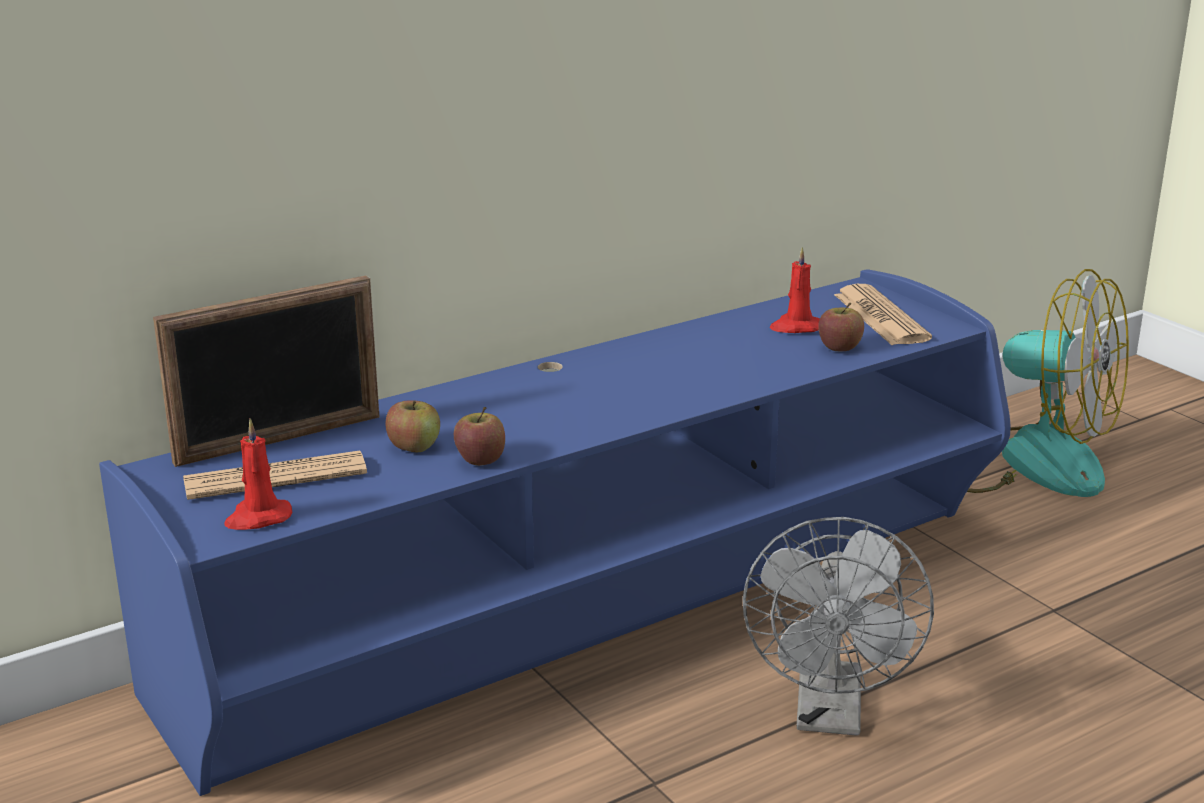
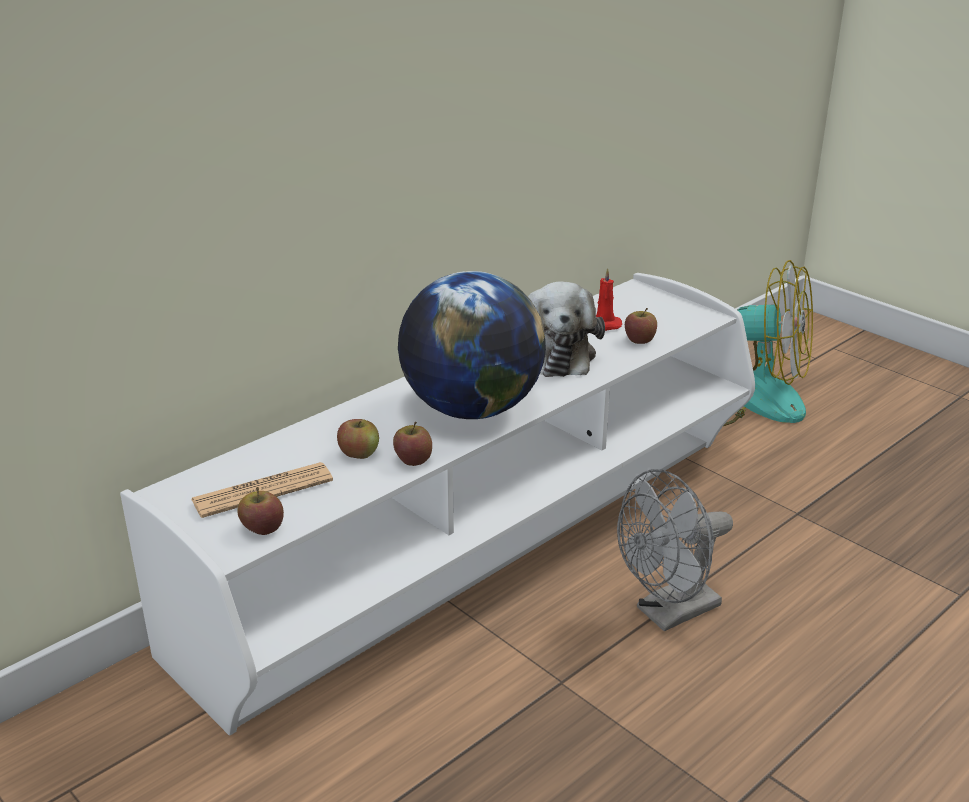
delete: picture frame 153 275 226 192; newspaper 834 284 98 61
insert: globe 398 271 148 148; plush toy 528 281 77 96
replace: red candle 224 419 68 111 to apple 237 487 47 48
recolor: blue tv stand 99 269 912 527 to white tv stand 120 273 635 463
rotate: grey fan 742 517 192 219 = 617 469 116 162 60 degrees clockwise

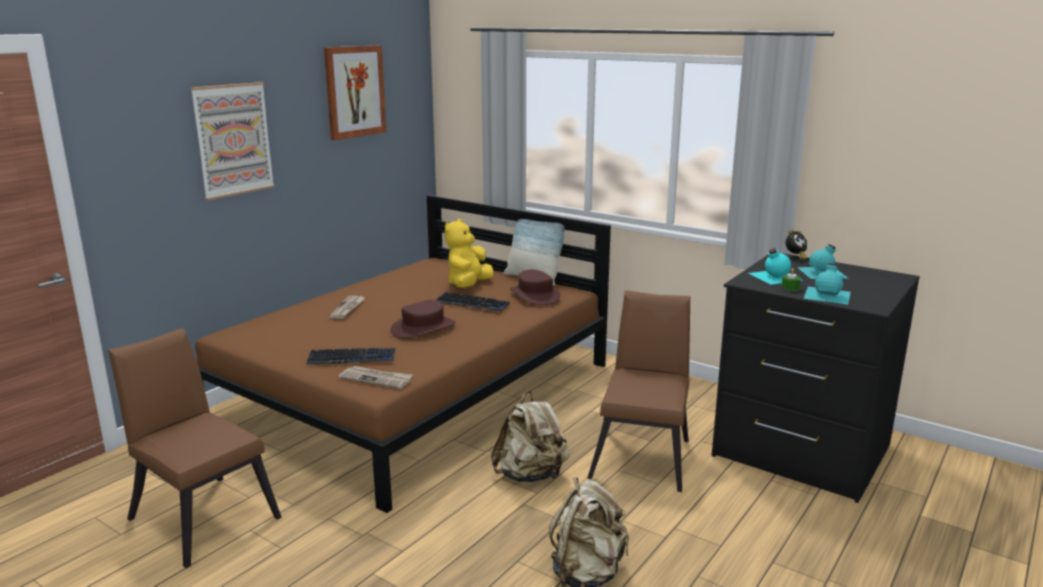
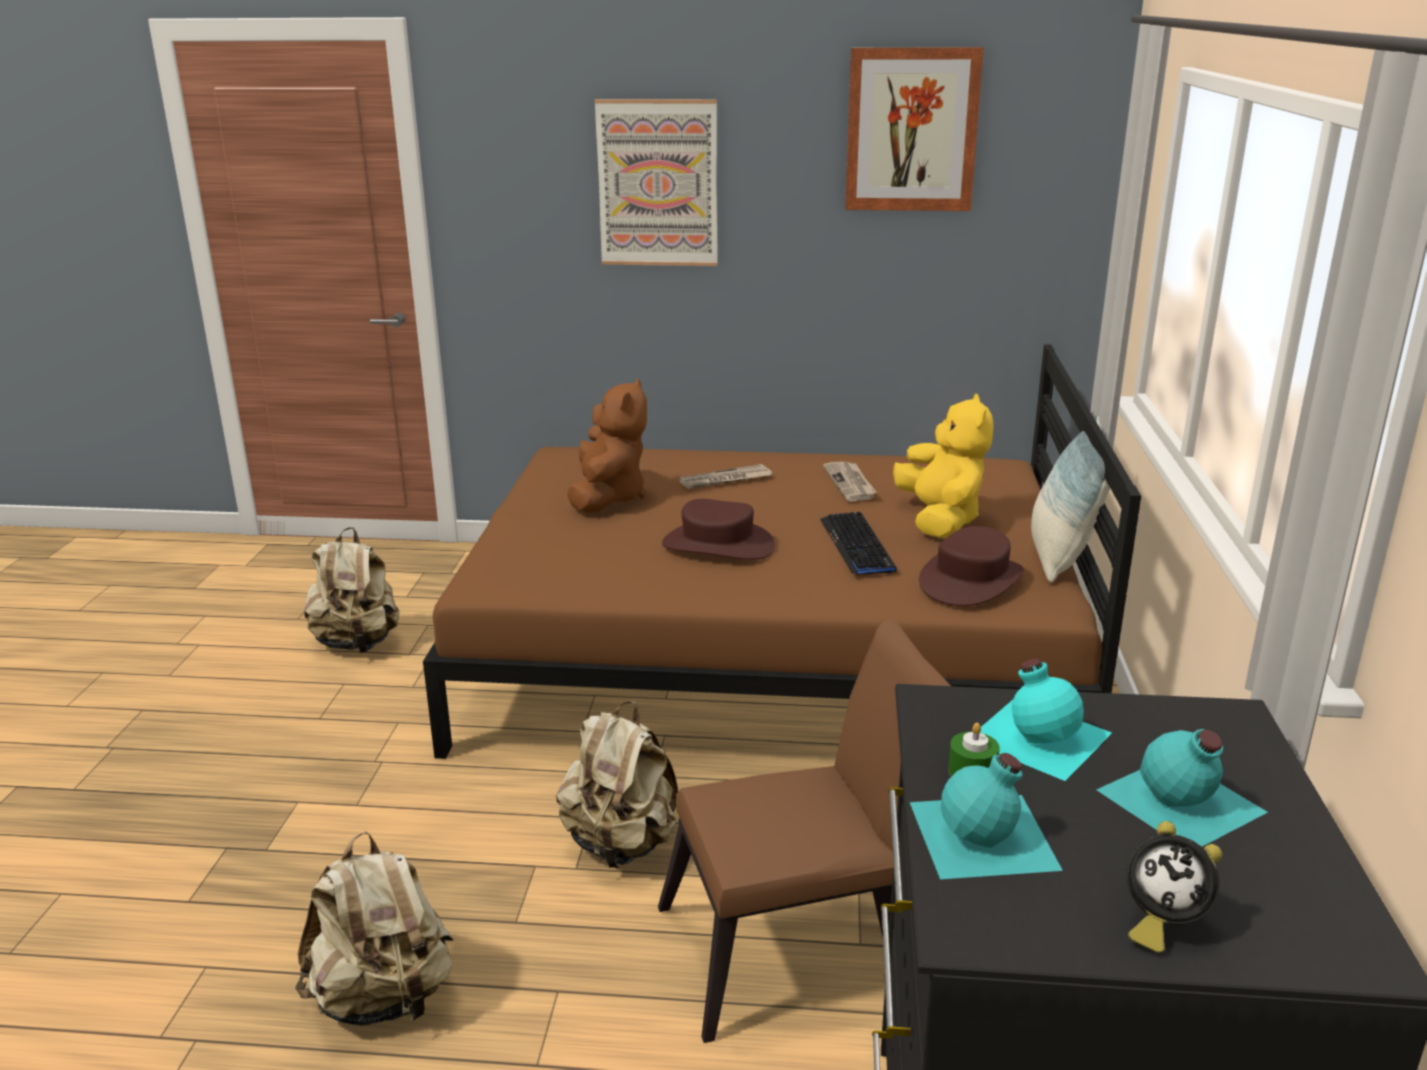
delete: keyboard 306 348 89 17
insert: brown plush toy 567 378 80 135
move: alarm clock 786 229 21 31 to 1127 821 95 132; newspaper 339 366 74 23 to 823 462 53 39
replace: brown chair 108 328 174 240 to beige backpack 304 527 95 126
rotate: yellow plush toy 445 219 49 69 = 893 394 101 145 90 degrees clockwise

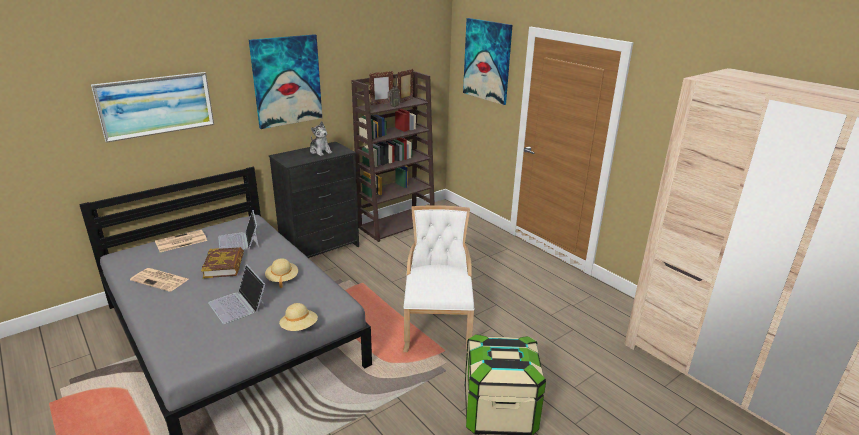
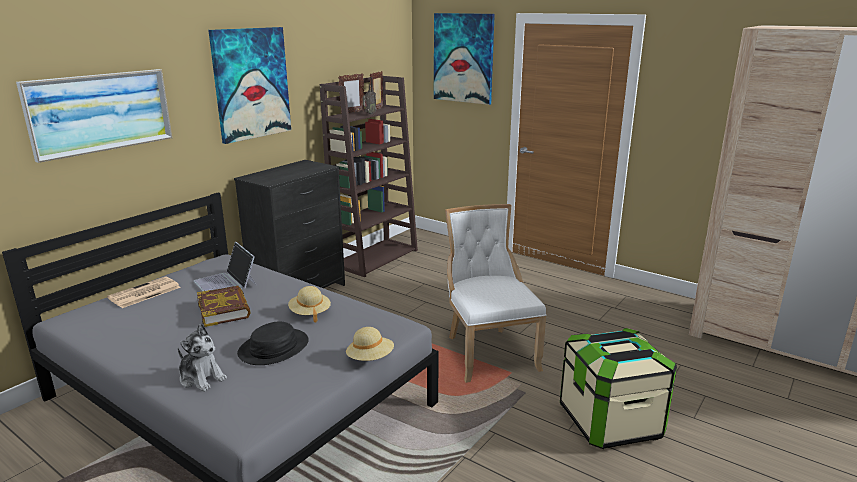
delete: newspaper 130 268 59 24
move: plush toy 310 121 22 35 to 178 324 49 68
replace: laptop 208 264 59 60 to black hat 237 322 72 43

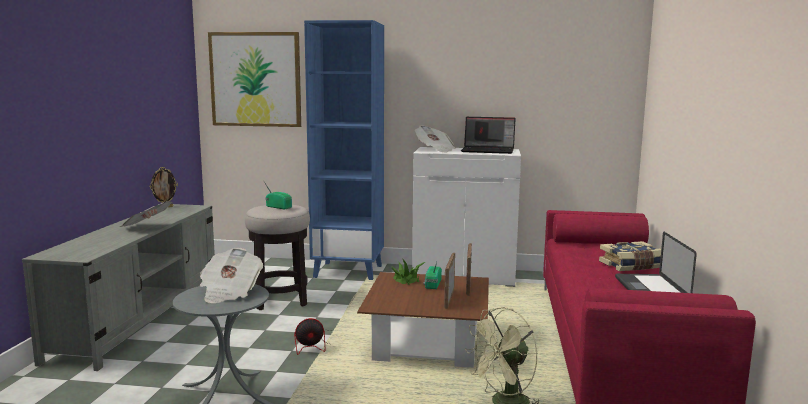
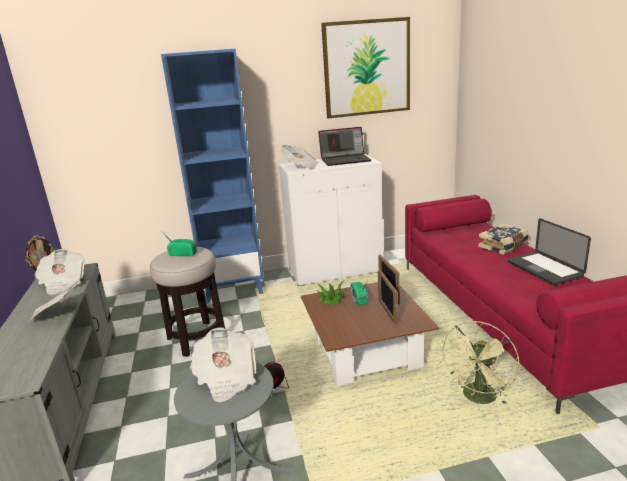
insert: newspaper 35 249 50 46
move: picture 208 32 93 95 to 321 17 89 101

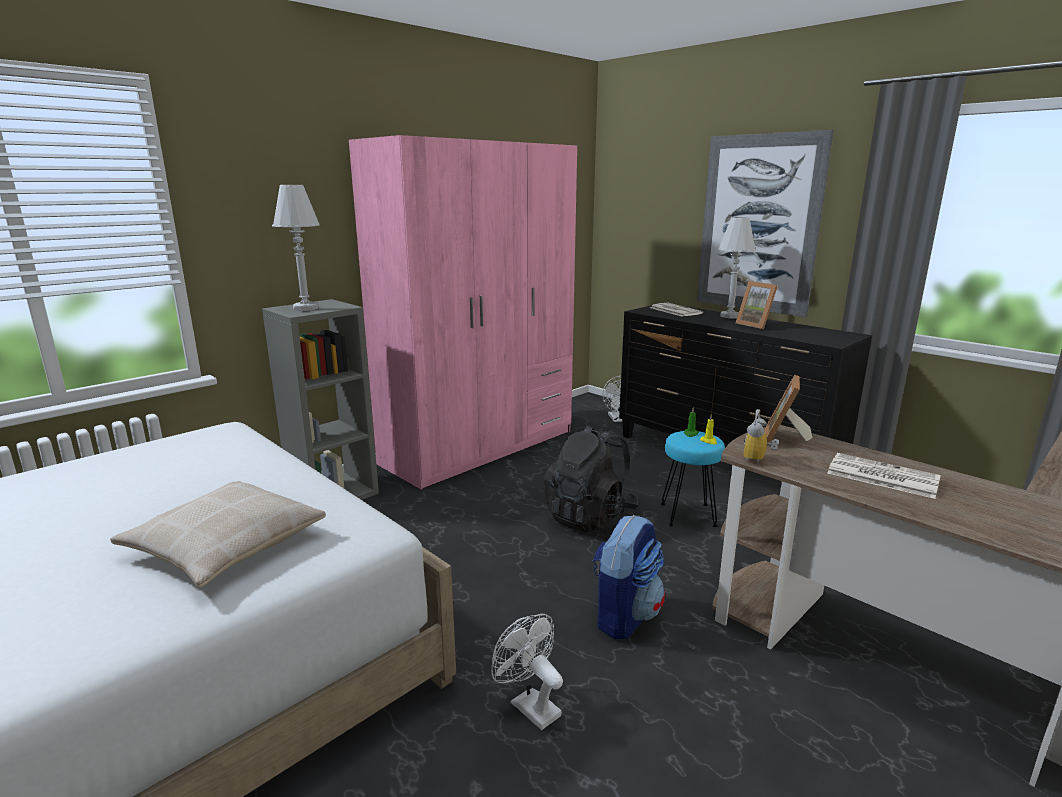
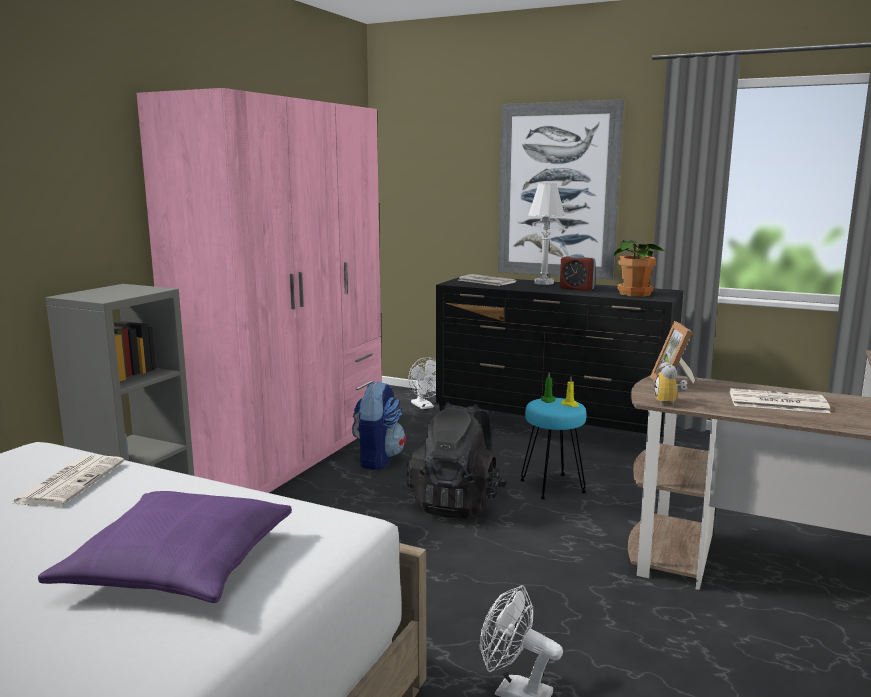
delete: white table lamp 272 185 48 126
insert: potted plant 614 240 51 57; newspaper 10 455 115 52
move: backpack 593 515 72 124 to 352 381 54 89
replace: picture frame 736 281 42 48 to alarm clock 560 254 36 37
recolor: beige pillow 110 481 216 106 to purple pillow 38 491 254 112

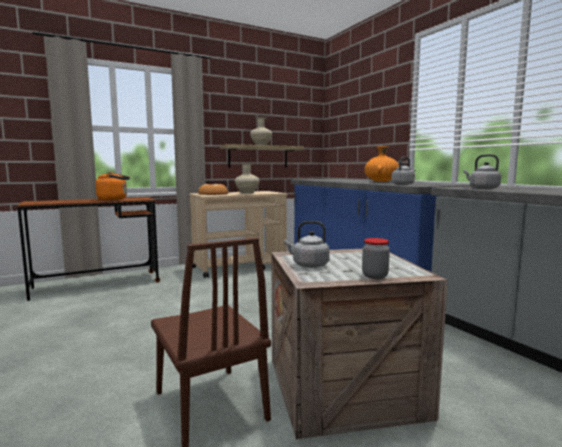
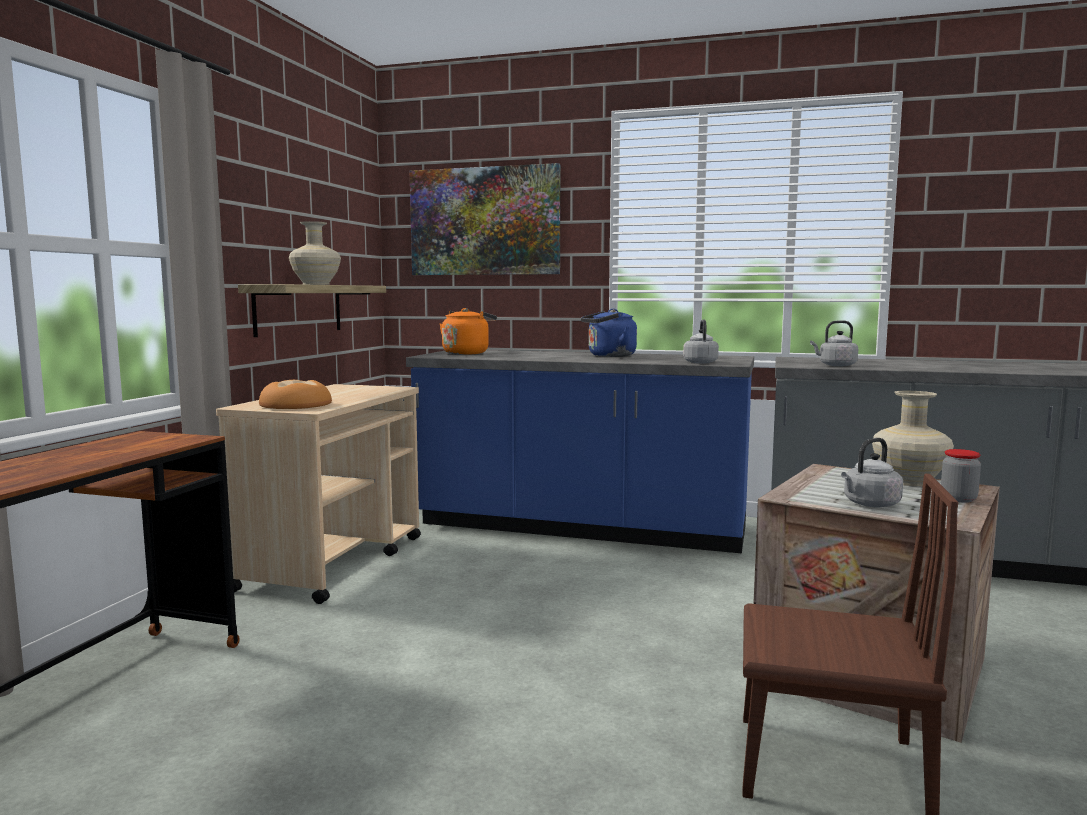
insert: picture 410 163 150 112
move: beige vase 235 163 25 31 to 872 391 82 95; orange kettle 95 172 35 28 to 440 308 57 47
replace: orange vase 365 146 34 36 to blue kettle 581 309 56 48

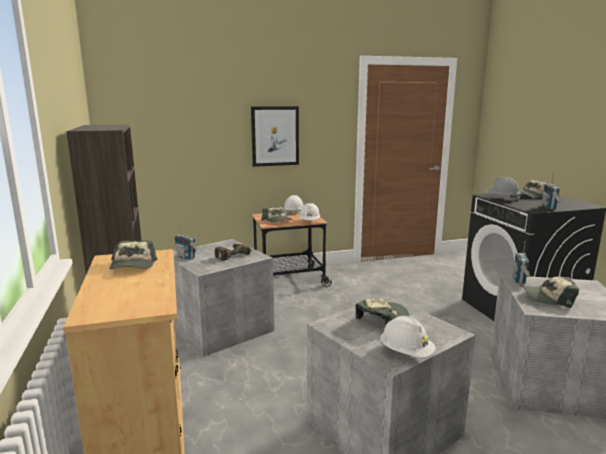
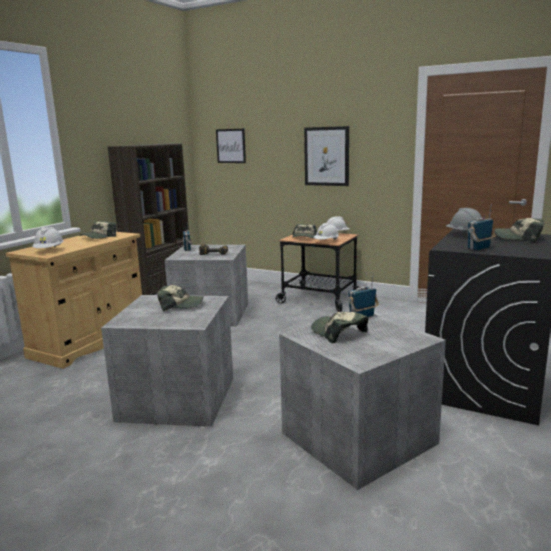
insert: picture 216 129 30 34
move: white hard hat 380 316 55 42 to 32 227 32 21

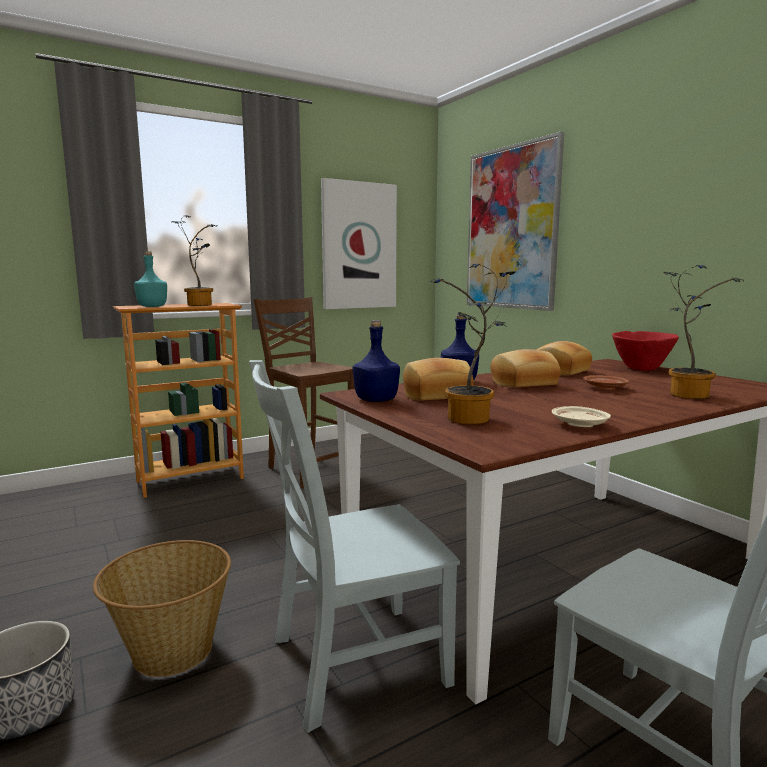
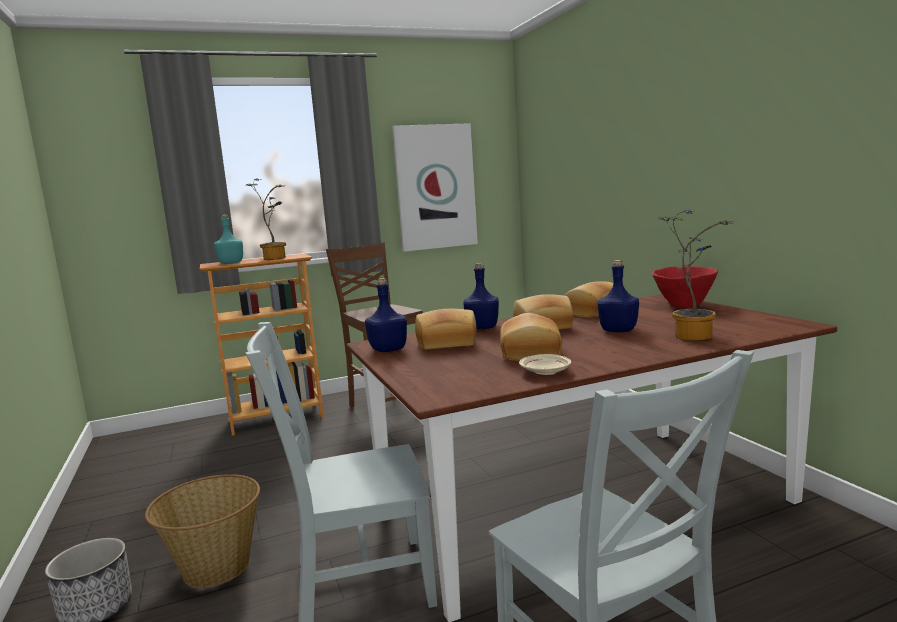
delete: picture 467 132 97 179; potted plant 429 263 87 161
insert: bread 500 313 62 48
replace: brown plate 583 375 46 15 to blue bottle 598 260 41 72

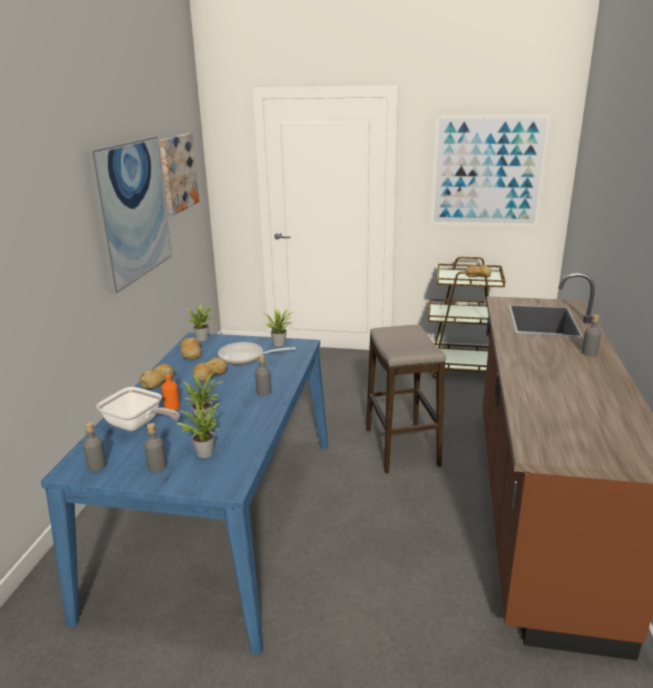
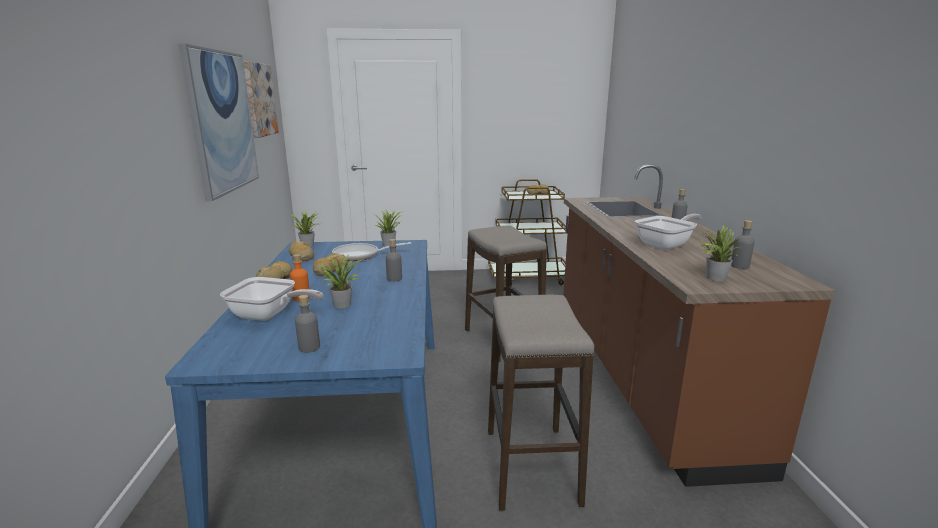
delete: picture 430 114 122 113
insert: frying pan 635 214 67 36; stool 488 295 106 216
move: potted plant 176 402 44 56 to 700 225 43 57; grey bottle 83 422 24 49 to 731 220 24 49

